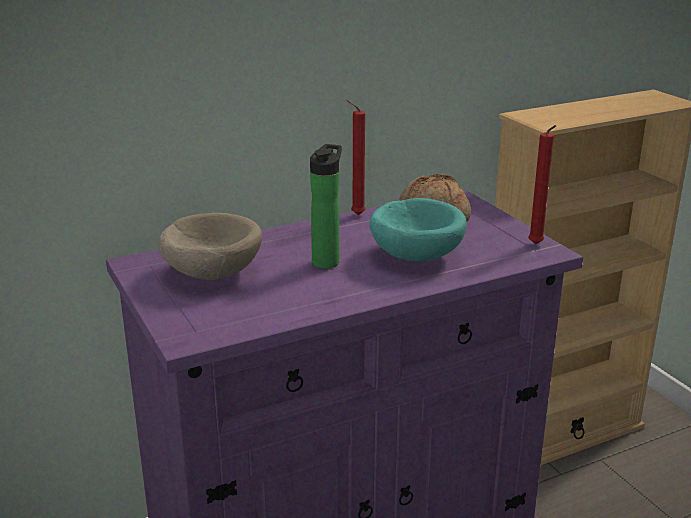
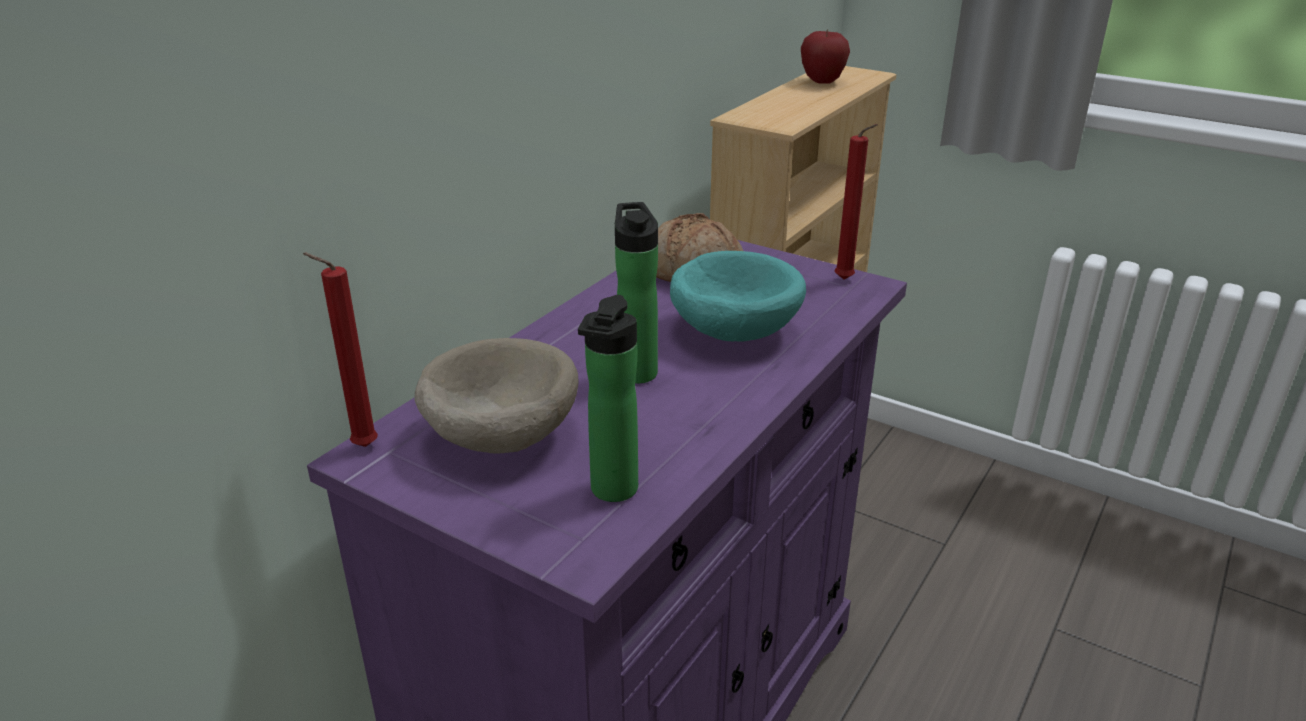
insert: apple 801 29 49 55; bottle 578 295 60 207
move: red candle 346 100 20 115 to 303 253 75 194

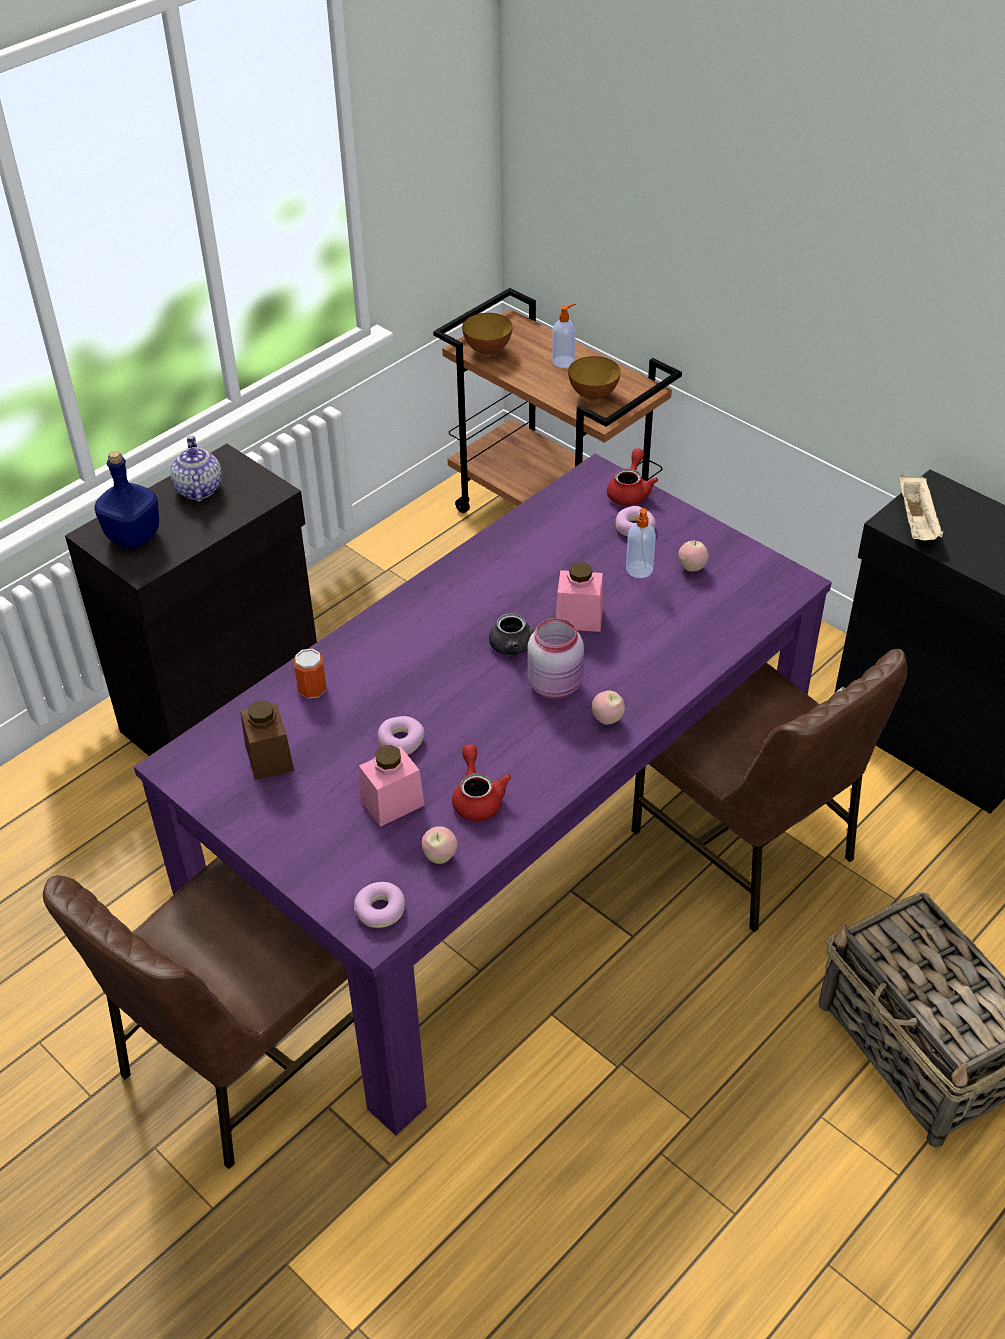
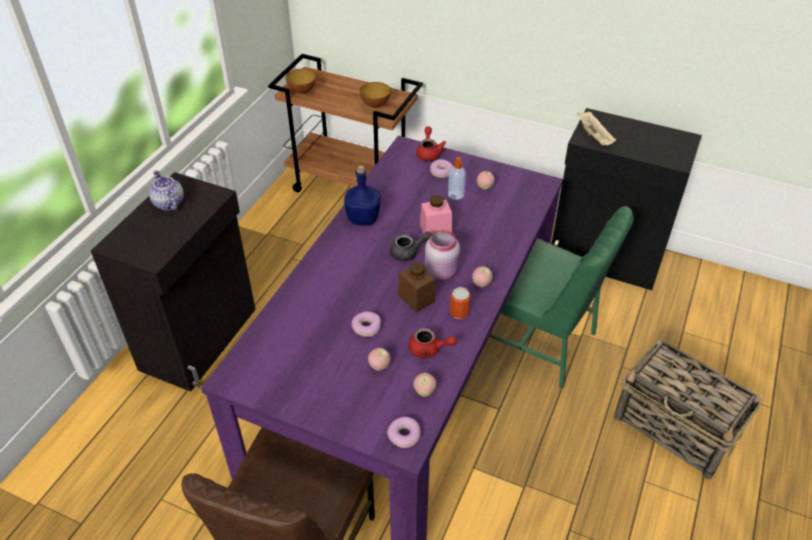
delete: soap dispenser 552 303 24 65
move: blue bottle 95 451 64 97 to 344 165 37 61; can 294 649 32 50 to 450 287 21 32; brown jar 240 701 54 79 to 398 262 37 51
replace: pink jar 359 745 66 82 to apple 368 348 22 23
recolor: brown chair 631 649 277 283 to green chair 489 206 145 182
rotate: red teapot 452 744 59 77 = 409 328 48 31 135 degrees clockwise

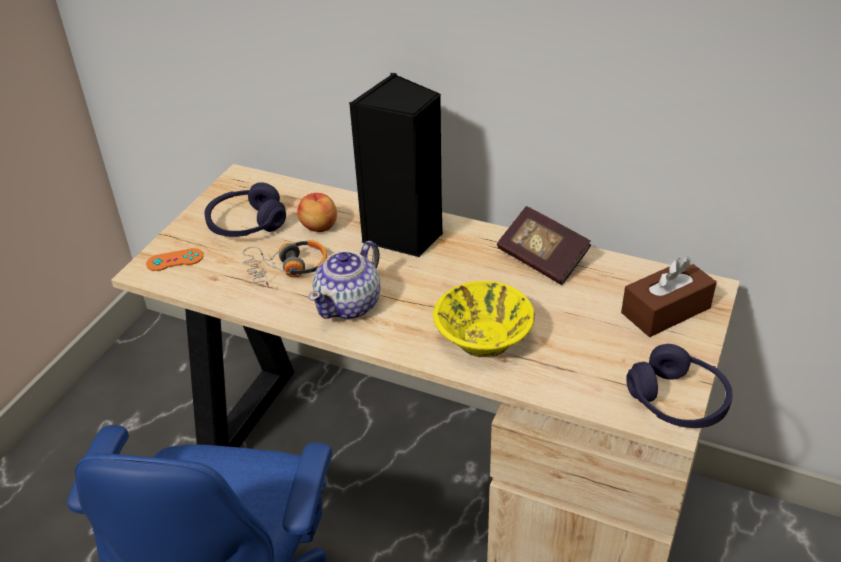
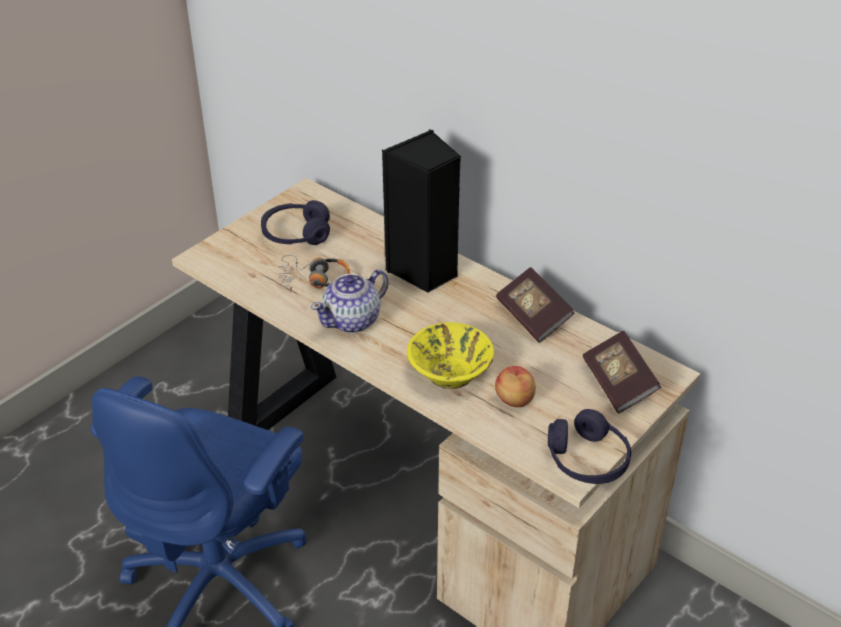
delete: orange game controller 146 248 57 23
move: apple 297 193 40 39 to 495 366 41 41
replace: brown tissue box 621 257 96 80 to book 583 331 78 82

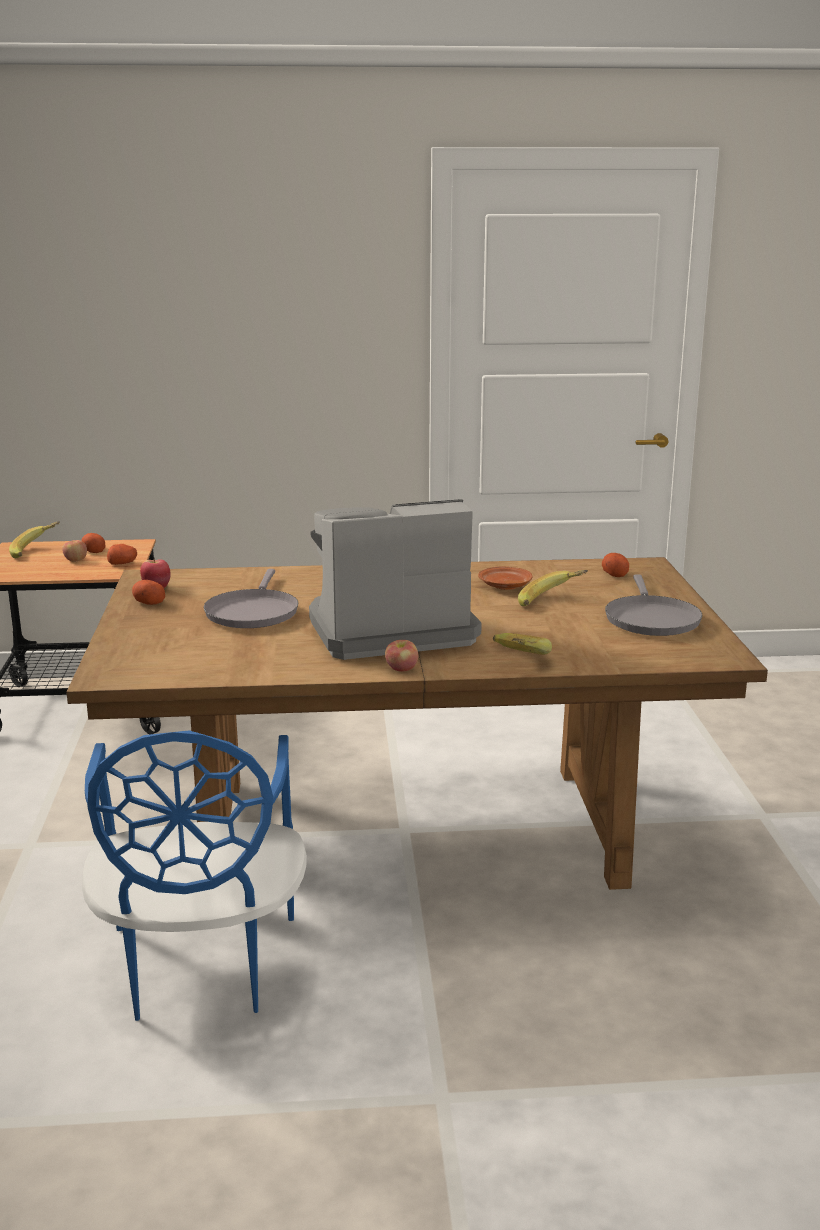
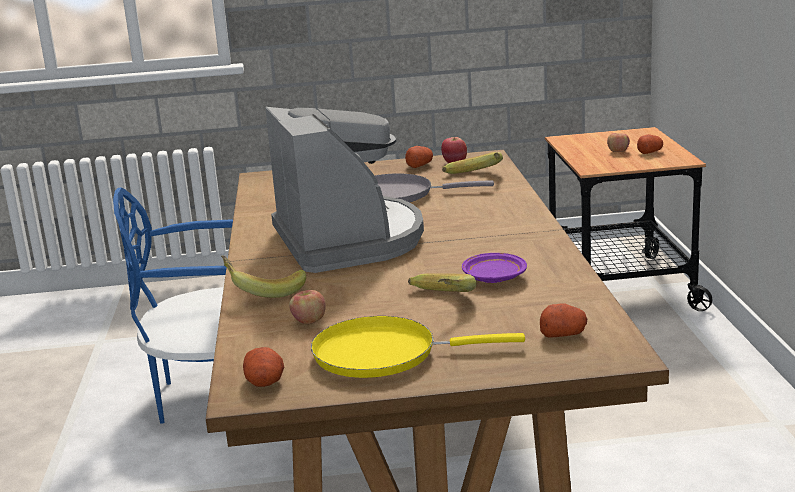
move: banana 9 521 51 37 to 442 152 61 22; potato 107 544 30 21 to 243 347 41 40; apple 385 640 34 32 to 289 290 37 34
recolor: brown plate 478 566 55 24 to purple plate 462 253 65 30; grey frying pan 605 574 98 62 to yellow frying pan 311 316 214 62

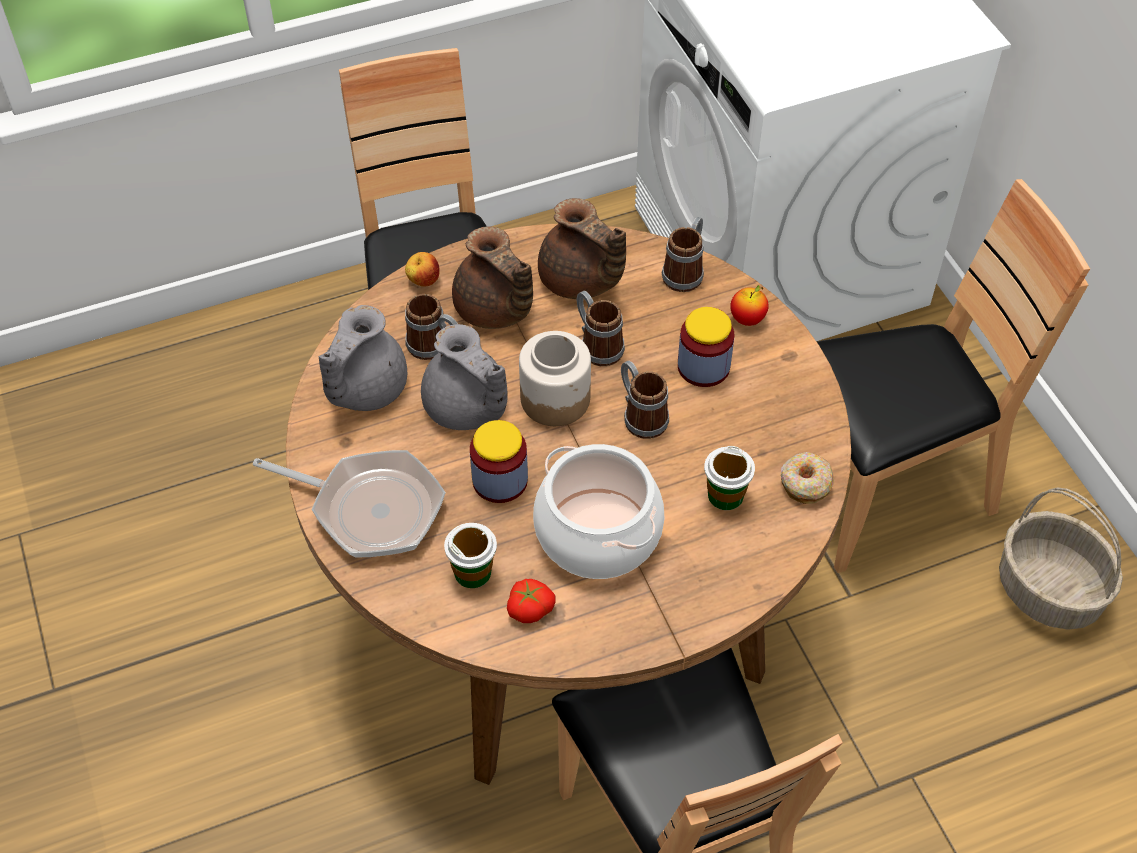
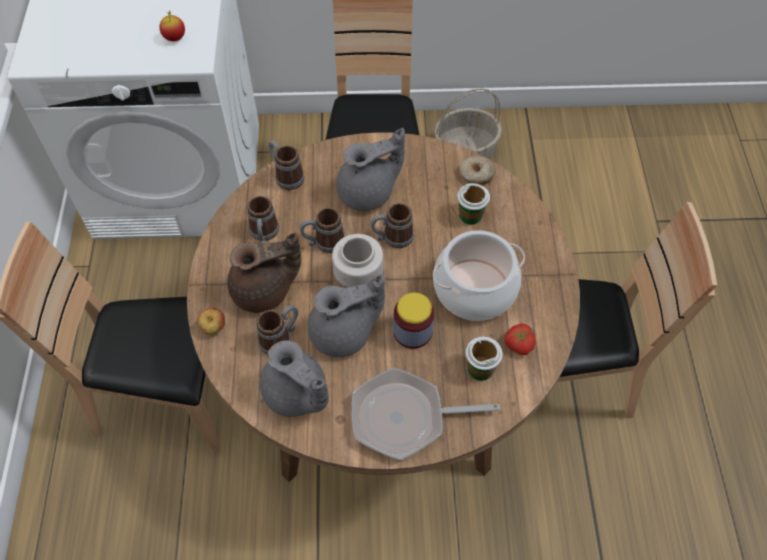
move: apple 730 285 38 41 to 159 11 26 30
replace: brown teapot 538 198 88 101 to mug 247 196 32 48; jar 678 307 56 80 to grey teapot 336 128 69 83
rotate: frying pan 253 450 193 107 = 352 368 148 92 135 degrees counterclockwise

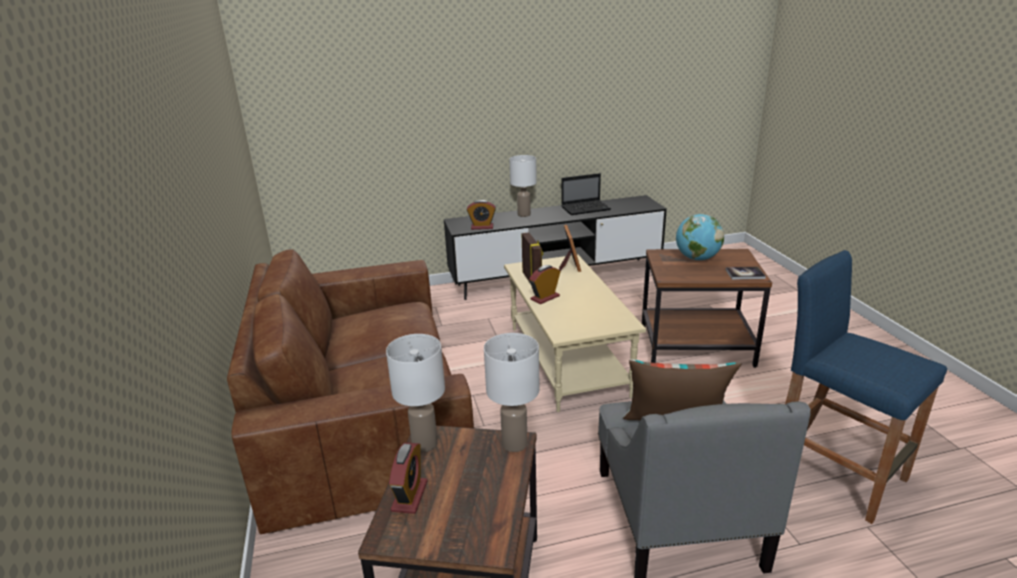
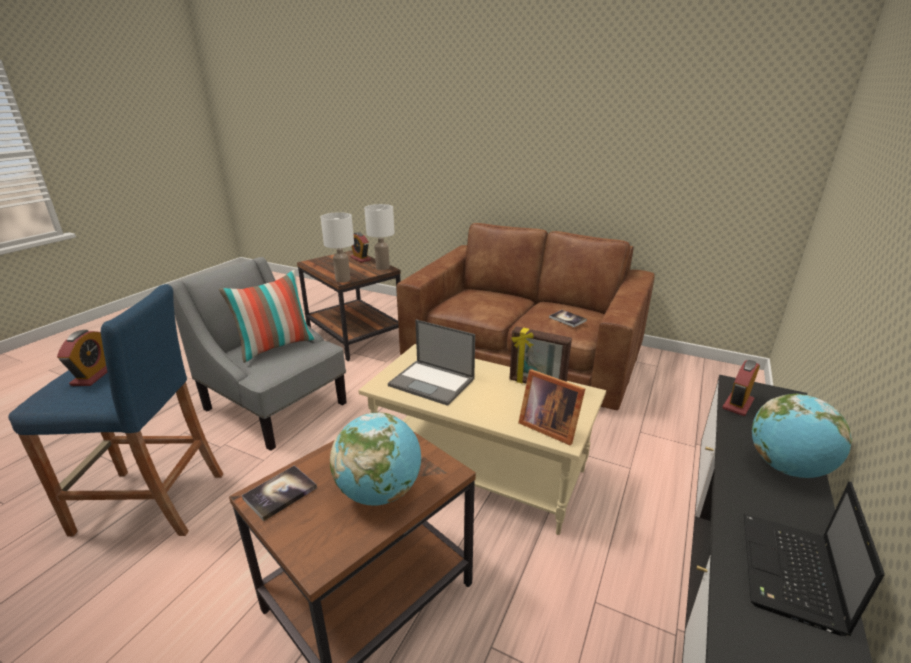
insert: book 549 310 38 17; laptop 388 320 87 86
move: alarm clock 529 265 31 39 to 57 330 51 56
replace: white table lamp 509 155 28 62 to globe 752 394 100 84

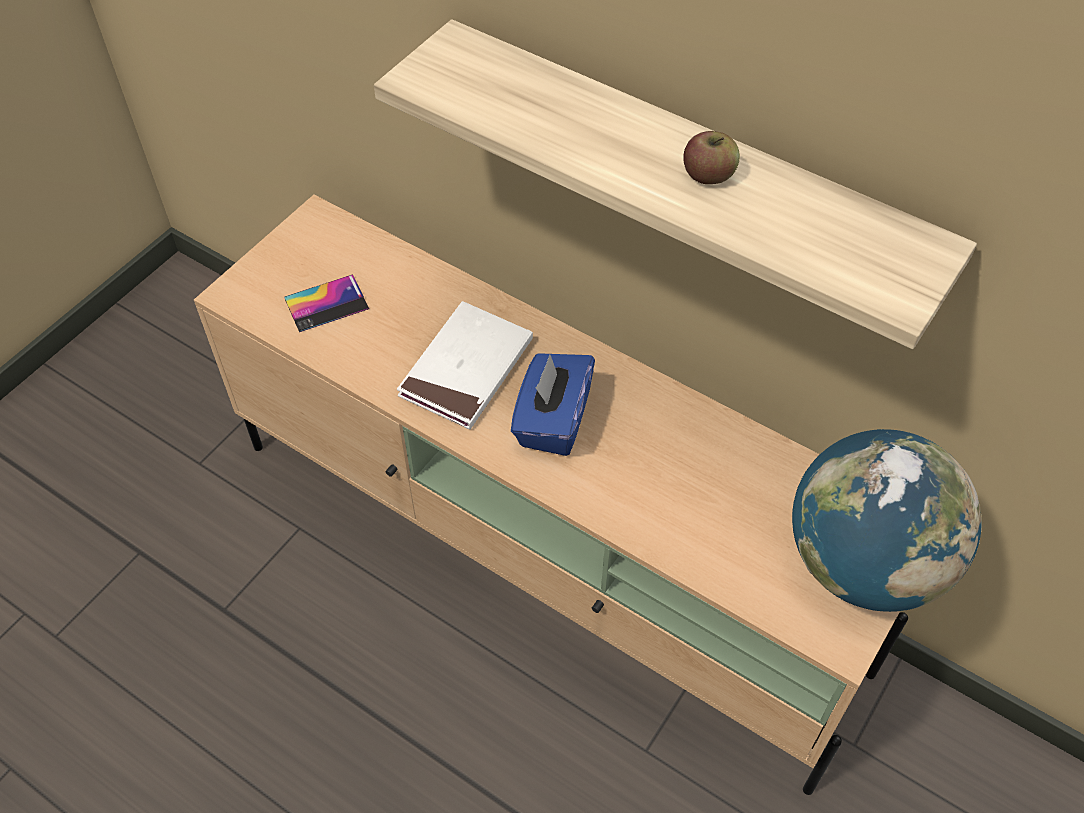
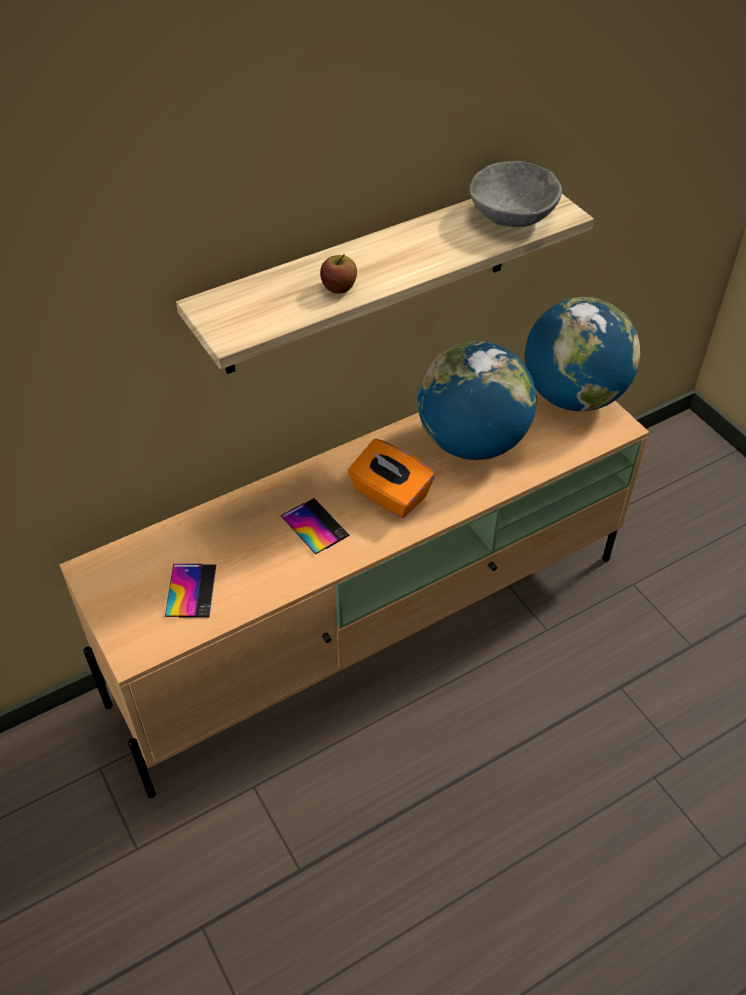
insert: grey bowl 469 161 93 66; globe 418 341 119 119
move: apple 683 131 57 53 to 320 254 37 40
replace: white book 397 301 136 128 to phone 281 498 68 56
recolor: blue tissue box 511 353 84 103 to orange tissue box 347 439 88 79

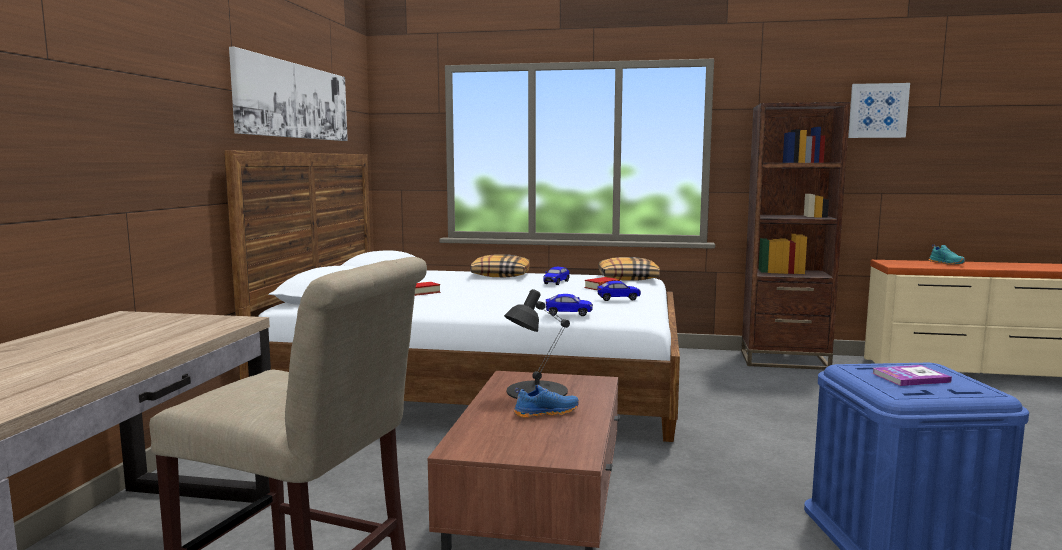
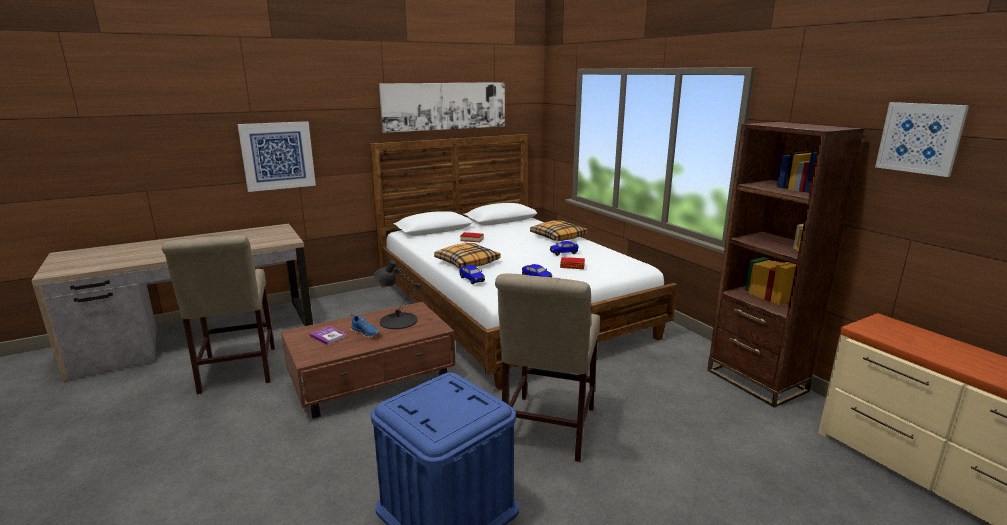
delete: turquoise shoe 929 245 36 19
insert: picture 237 121 79 71; beige chair 495 274 105 188
move: pillow 598 257 62 24 to 434 243 67 26; book 872 365 80 21 to 309 326 37 19

